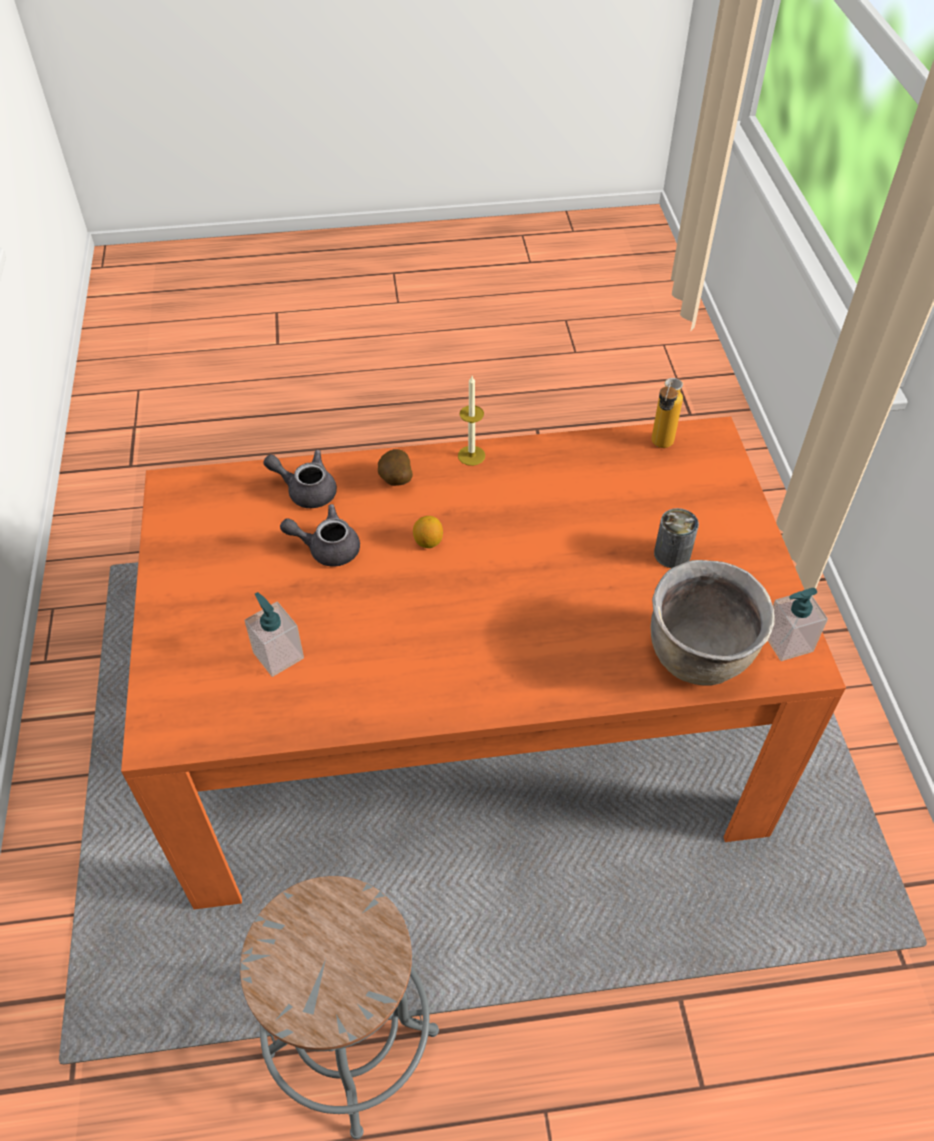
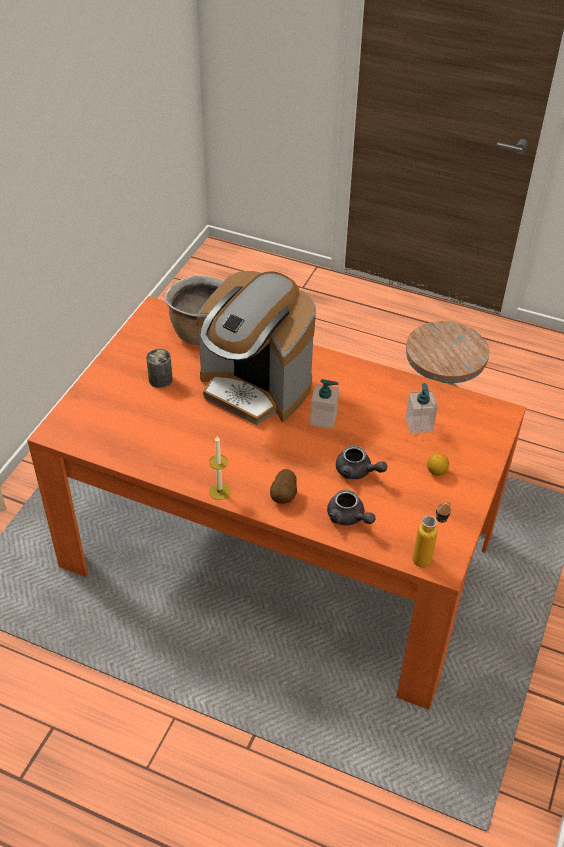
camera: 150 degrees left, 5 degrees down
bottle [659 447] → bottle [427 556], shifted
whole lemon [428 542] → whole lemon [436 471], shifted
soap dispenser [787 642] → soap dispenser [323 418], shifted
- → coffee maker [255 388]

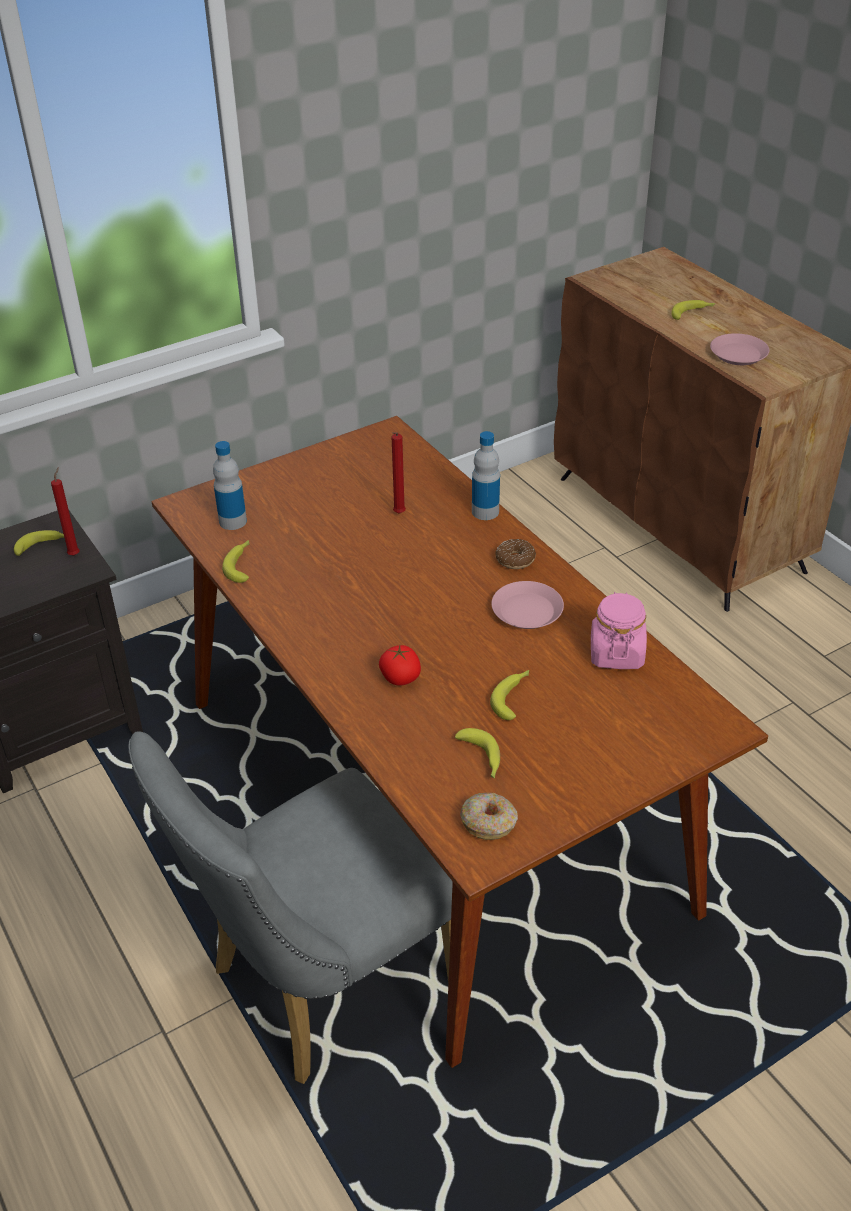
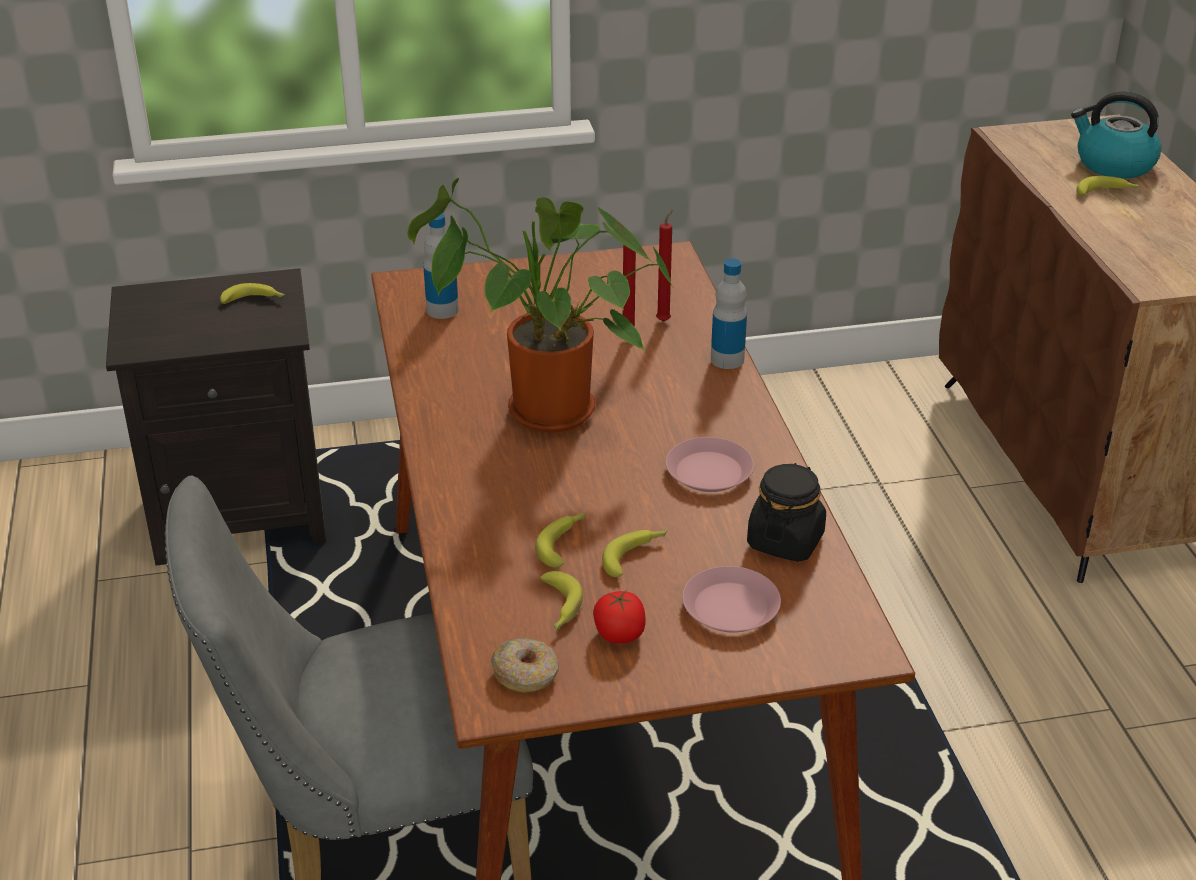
camera: 20 degrees right, 5 degrees down
plate (pinkish) [738 354] → plate (pinkish) [730 607], shifted
candle (red-coloured) [75 554] → candle (red-coloured) [664 320], shifted
ring doughnut [515 559] → -
whole banana [241 565] → whole banana [564 543], shifted
jar (pinkish) [616 653] → jar (black-coloured) [785 540]
whole tomato [400 678] → whole tomato [619 634], shifted
- → tea kettle [1113 164]
- → houseplant [542 415]

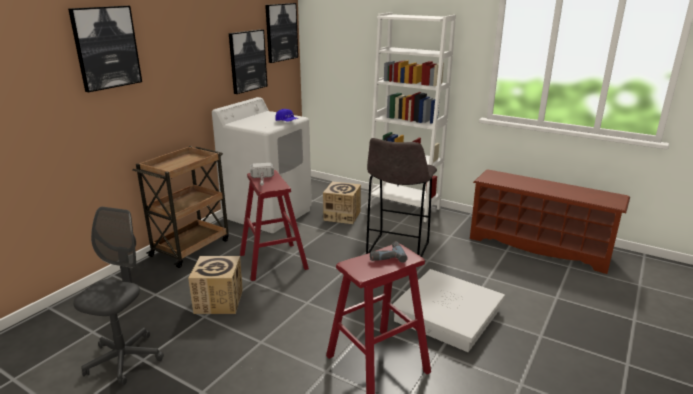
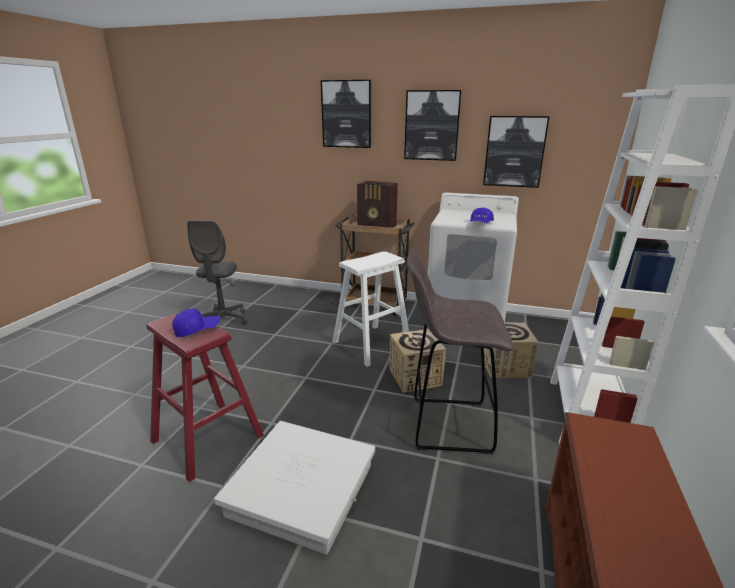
camera: 75 degrees right, 0 degrees up
wall picture [281 32] → wall picture [432 125], shifted
hammer [262 181] → -
stool (red-coloured) [273 261] → stool (whitish) [371 345]
computer chair (greyish) [124 359] → computer chair (greyish) [223 320], 90 degrees clockwise
electric drill [386 255] → peaked cap (blue) [197 330]
packing box [219 301] → packing box [415 377], shifted
- → radio receiver [377 226]

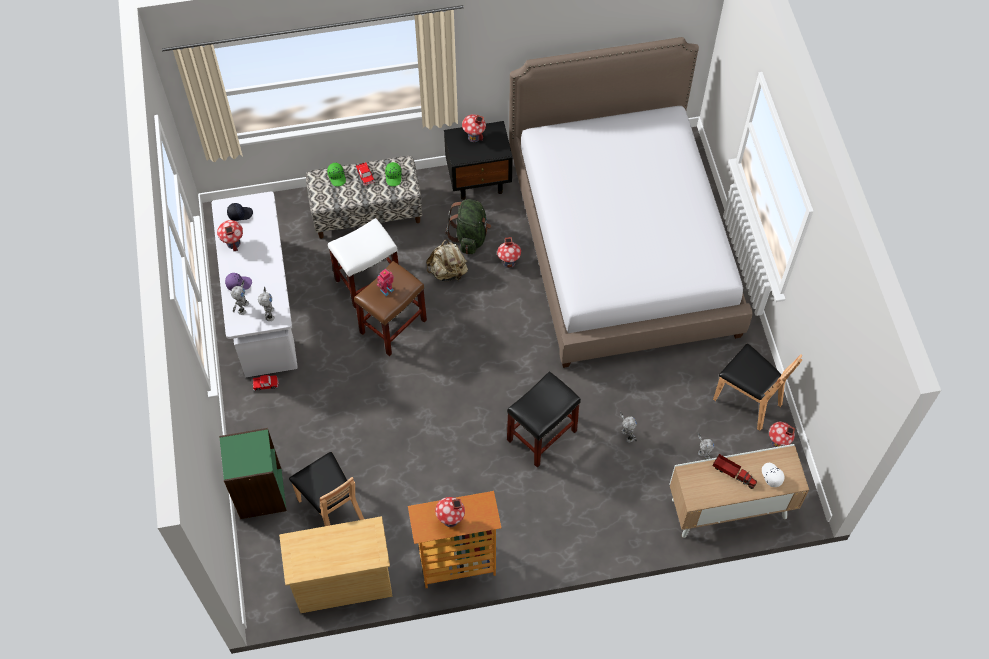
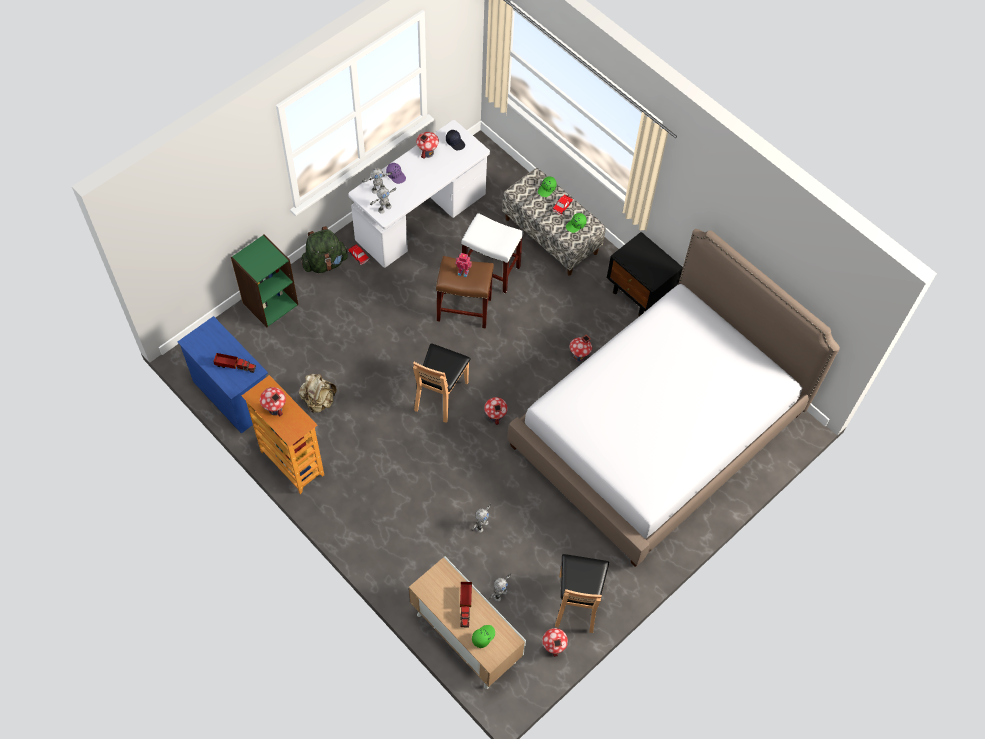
camera: 55 degrees right, 0 degrees up
model house [474 137] → model house [495 417], shifted
knapsack (green) [470 236] → knapsack (green) [325 263], shifted
knapsack (beige-coloured) [448 272] → knapsack (beige-coloured) [318 401], shifted
stool (black-coloured) [542 434] → -
chair (brown) [332 509] → chair (brown) [440 395], shifted
peaked cap (whitish) [771 476] → peaked cap (green) [483 636]
chest of drawers (beige-coloured) [342 582] → chest of drawers (blue) [233 394]
- → toy truck [234 365]

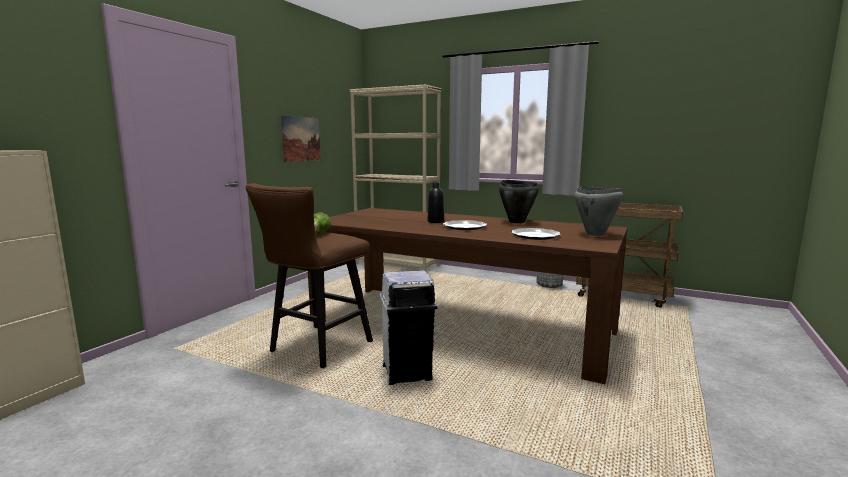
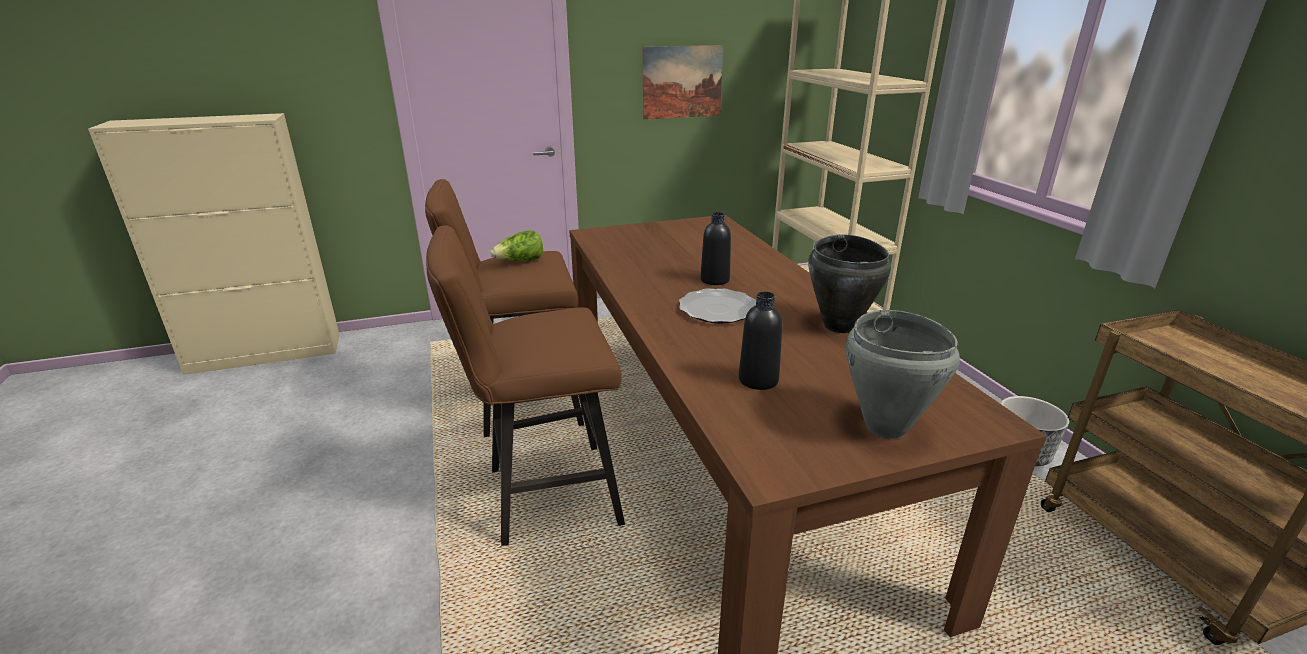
camera: 45 degrees right, 15 degrees up
plate [535 235] → bottle (black-coloured) [758 380]
waste bin (whitish) [408 372] → stool (brown) [542 496]

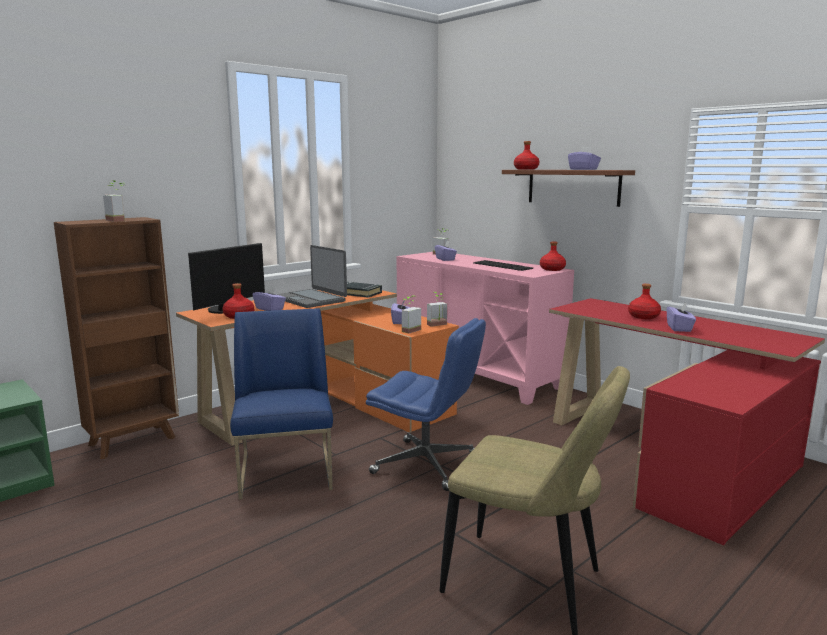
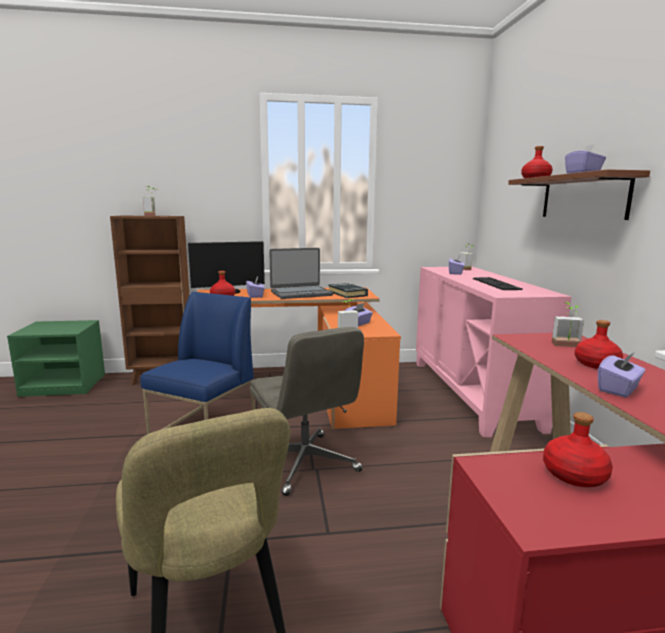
camera: 35 degrees right, 0 degrees up
bottle (red-coloured) [552 269] → bottle (red-coloured) [574 475], shifted
laptop [311 299] → laptop [301 293], 105 degrees counterclockwise
houseplant [438 325] → houseplant [567 346], shifted
computer chair (blue) [427 464] → computer chair (greyish) [306 463]

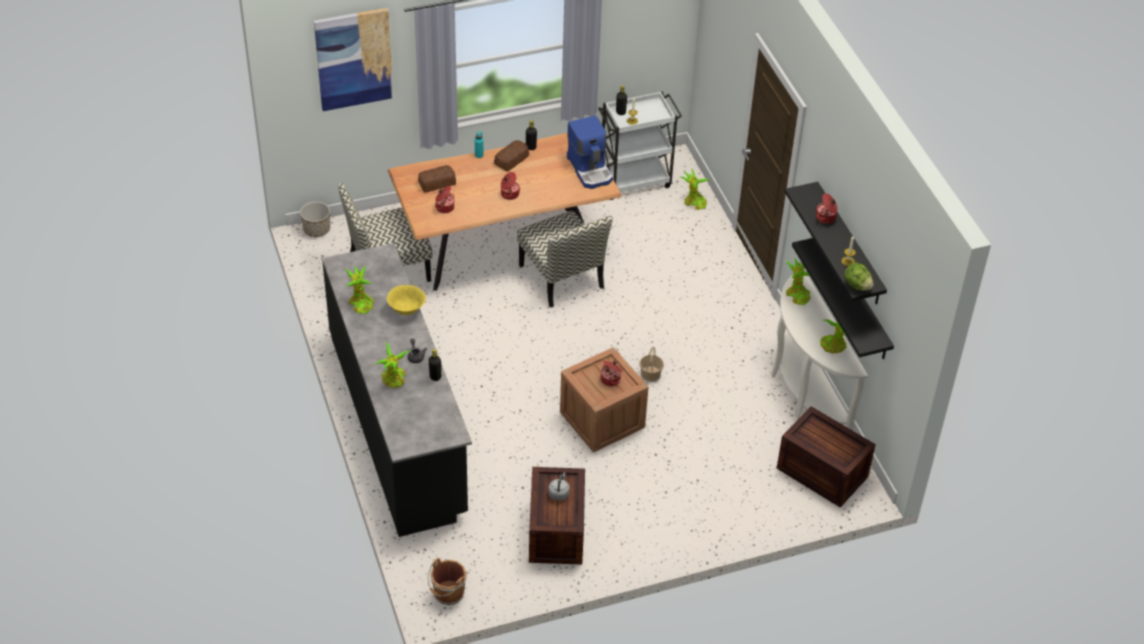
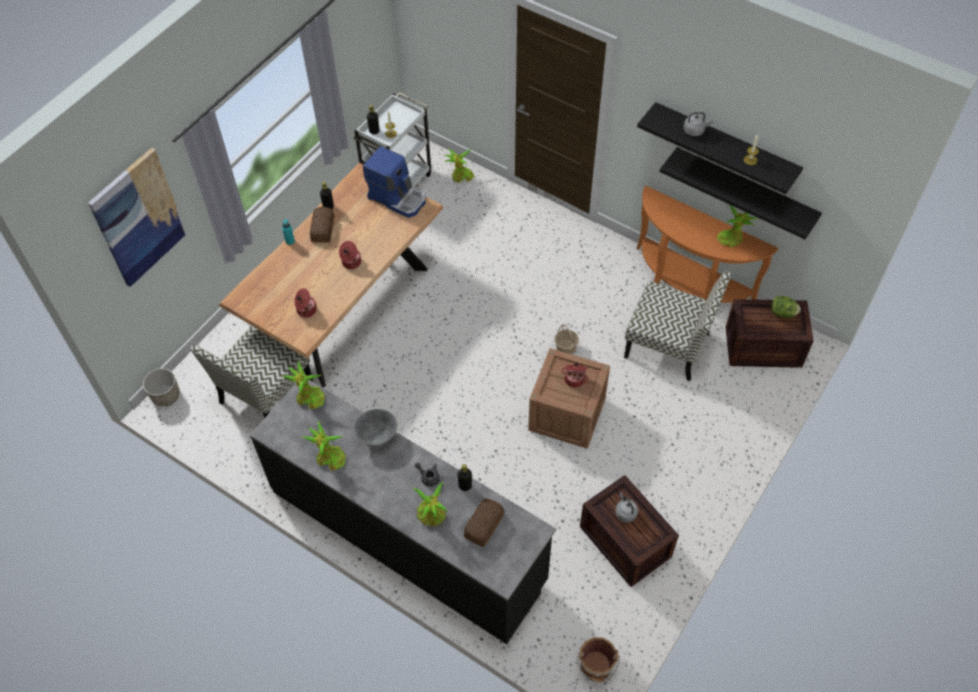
camera: 35 degrees left, 10 degrees up
baked bread [436 183] → baked bread [483 525], shifted
saucepot [826 217] → tea kettle (greyish) [695 131]
chair [562 277] → chair [668 345], shifted
houseplant [796 295] → houseplant [309 398], shifted
lettuce [857 285] → lettuce [783 313], shifted
narrow table (whitish) [804 391] → narrow table (orange) [687 286]
serving bowl (yellowish) [406 310] → serving bowl (greyish) [377 436]

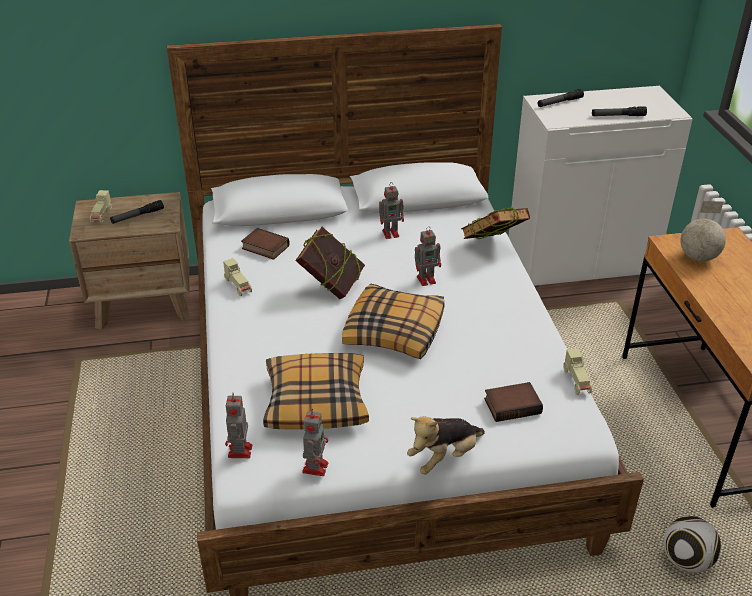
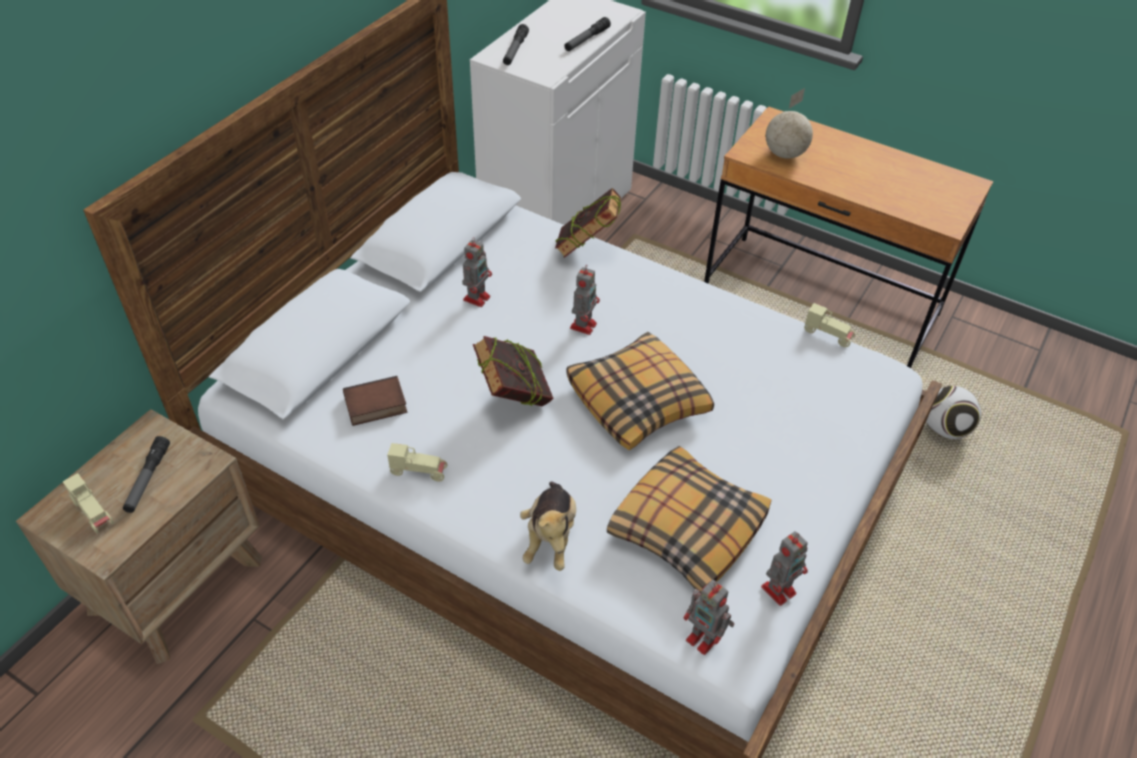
camera: 50 degrees left, 10 degrees up
bound book [512 405] → -
model robot [315 466] → model robot [780 589], 90 degrees clockwise
cuddly toy [444 457] → cuddly toy [550 537], shifted

